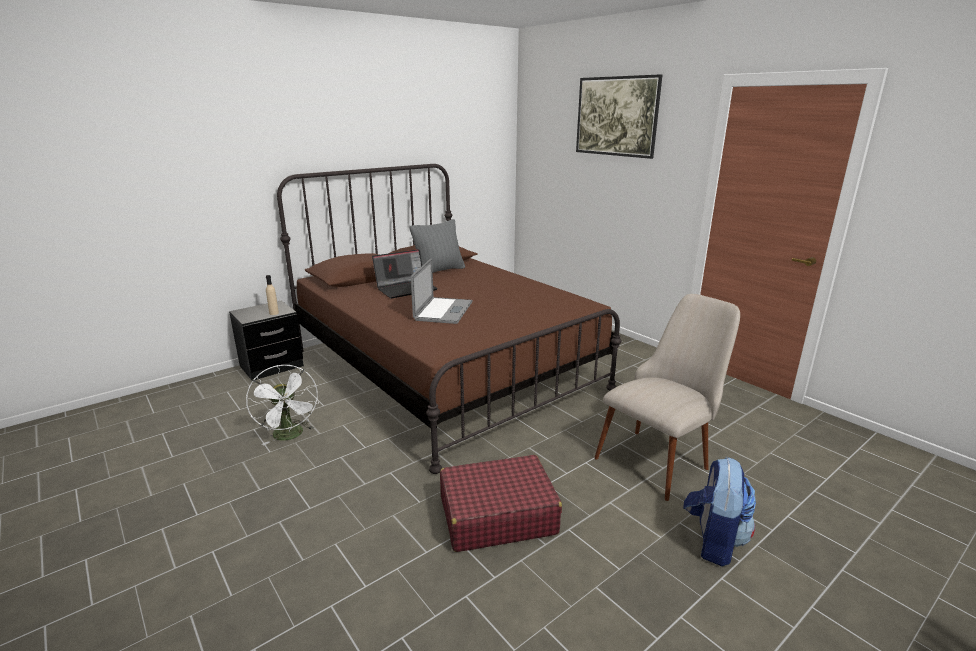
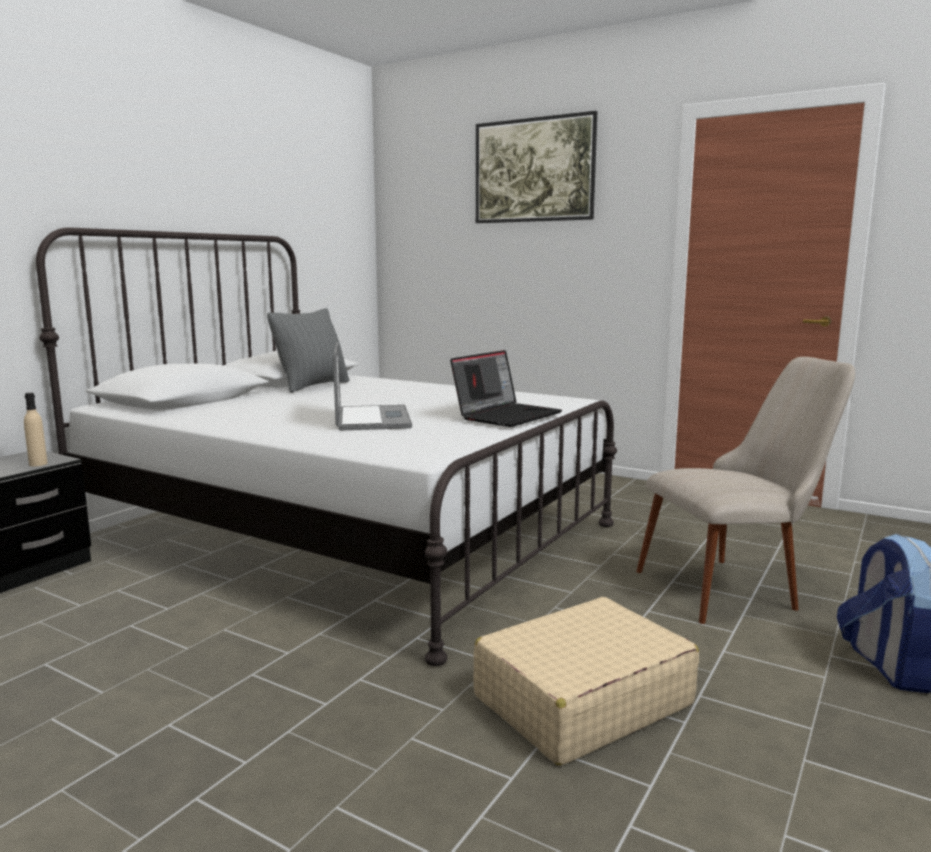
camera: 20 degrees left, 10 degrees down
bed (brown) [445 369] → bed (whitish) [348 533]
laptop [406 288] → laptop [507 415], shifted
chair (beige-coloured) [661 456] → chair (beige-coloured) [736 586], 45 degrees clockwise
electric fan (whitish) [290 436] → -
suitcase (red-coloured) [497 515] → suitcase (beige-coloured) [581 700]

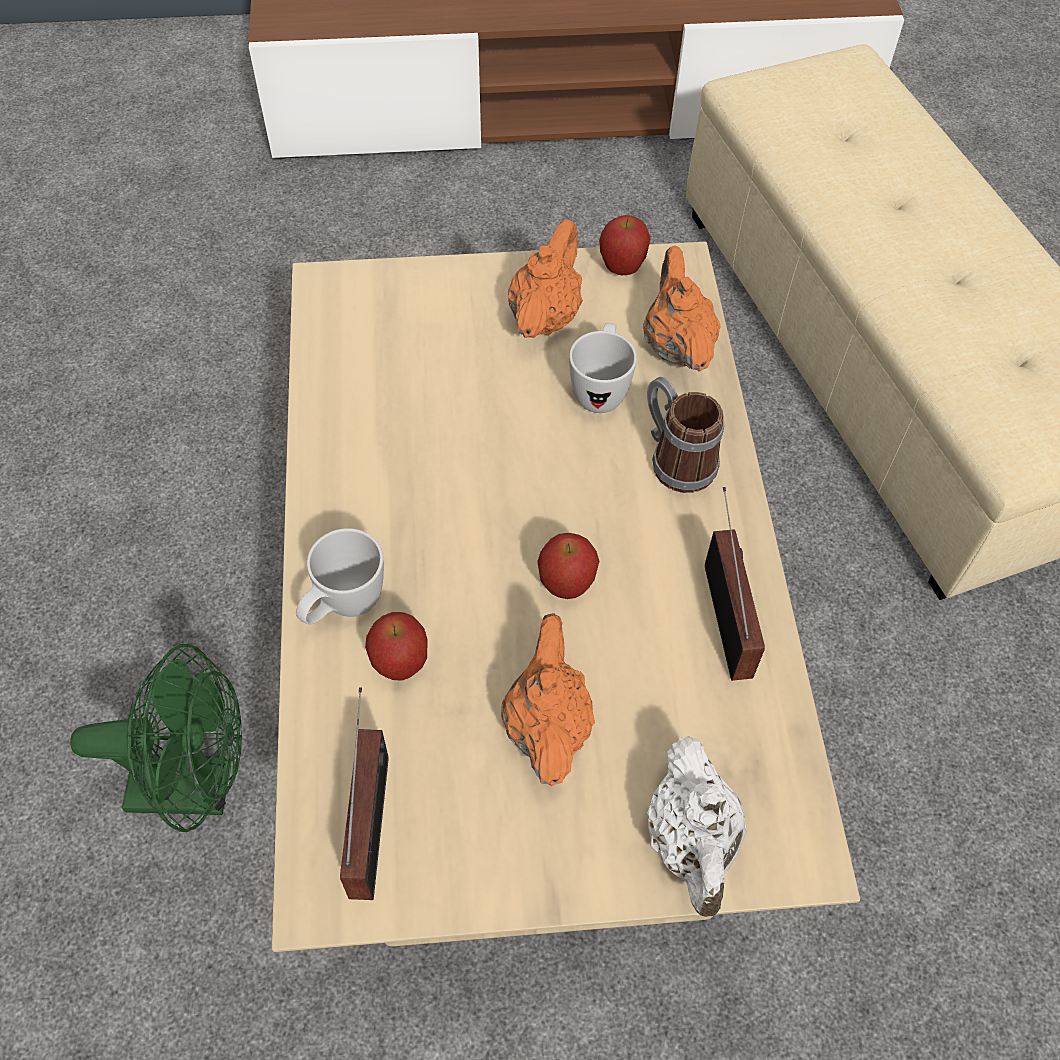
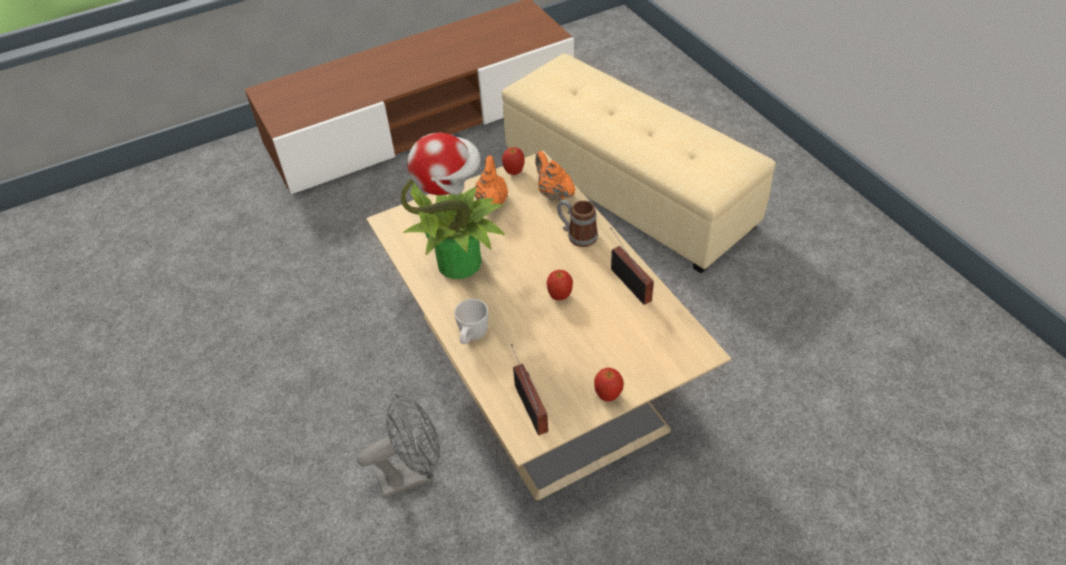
camera: 20 degrees left, 10 degrees down
coffee mug (whitish) [600 389] → -
apple [400 665] → apple [608 395], shifted
teapot (orange) [546 724] → -
electric fan (green) [197 786] → electric fan (greyish) [412 474]
teapot (whitish) [691 843] → -
- → houseplant [461 262]

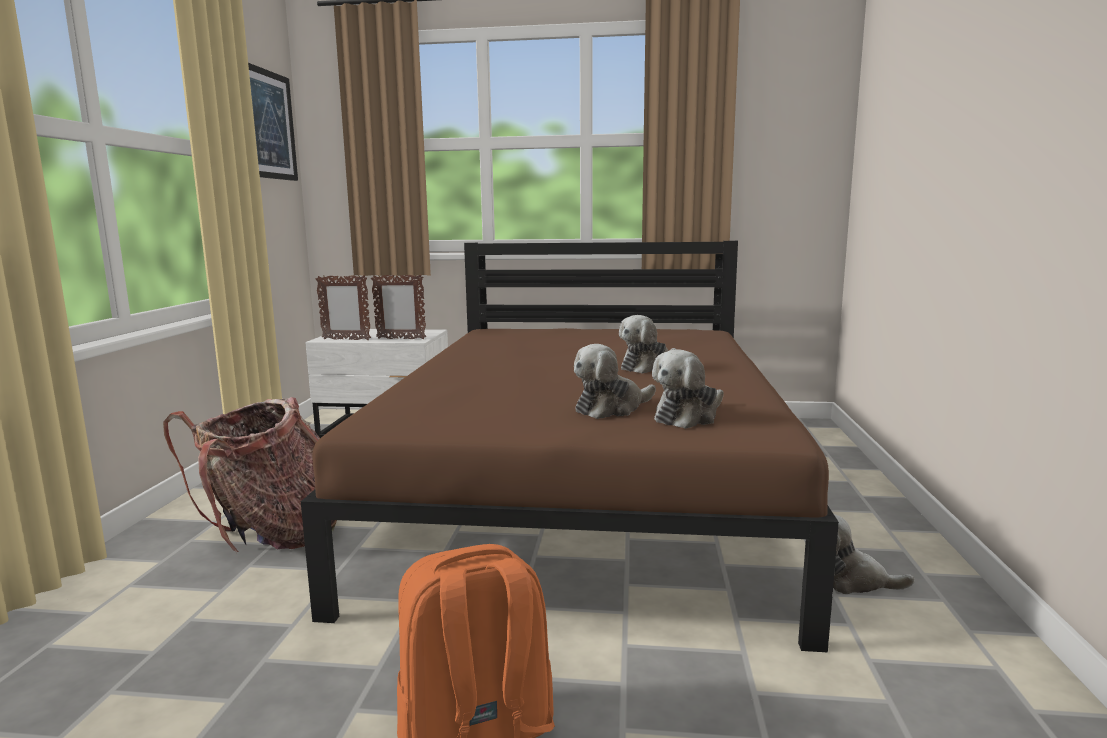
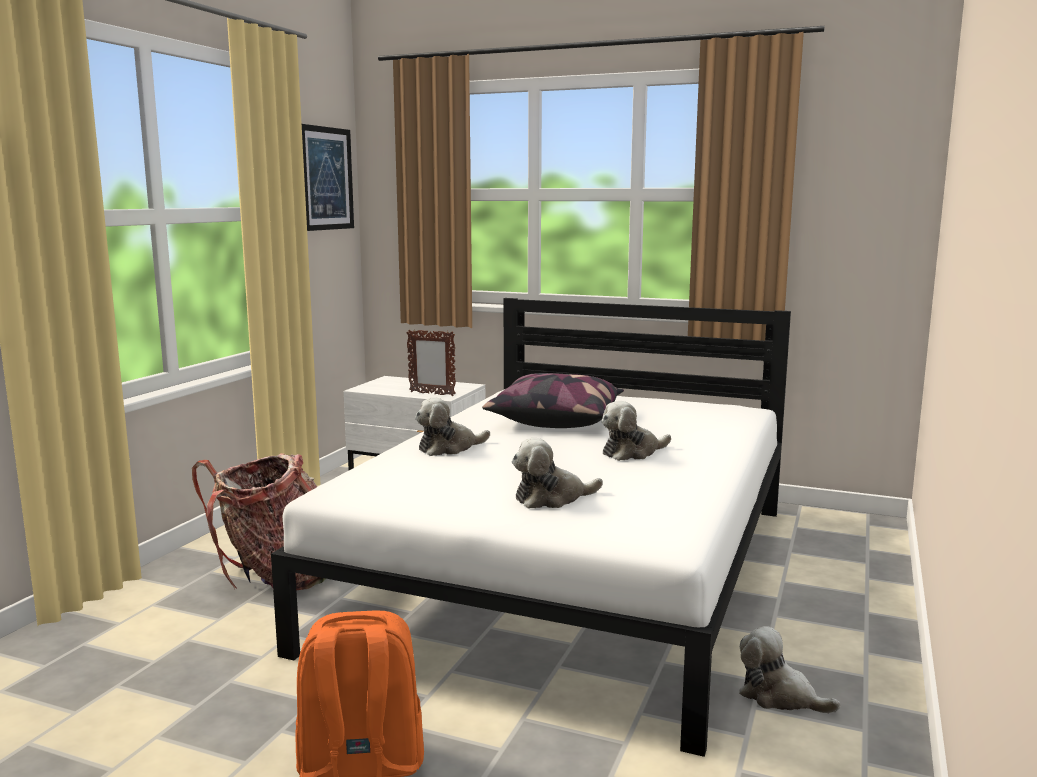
camera: 15 degrees right, 0 degrees up
bed (brown) [585 493] → bed (whitish) [573 572]
standing frame [346 339] → -
cuddly toy [688 416] → cuddly toy [449 448], shifted
- → throw pillow [556 420]

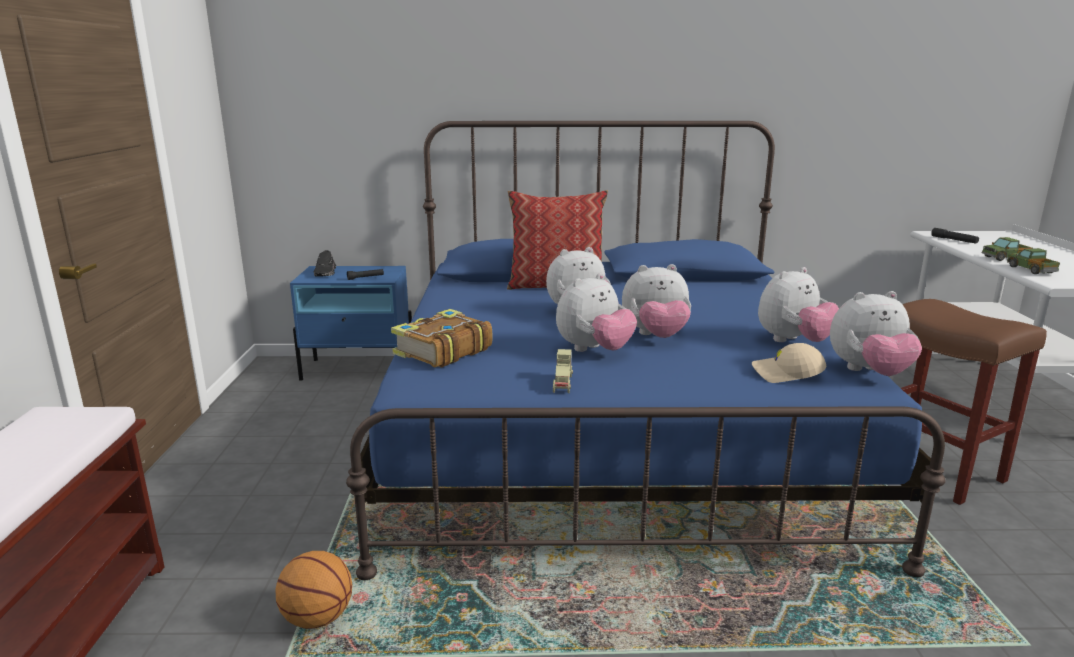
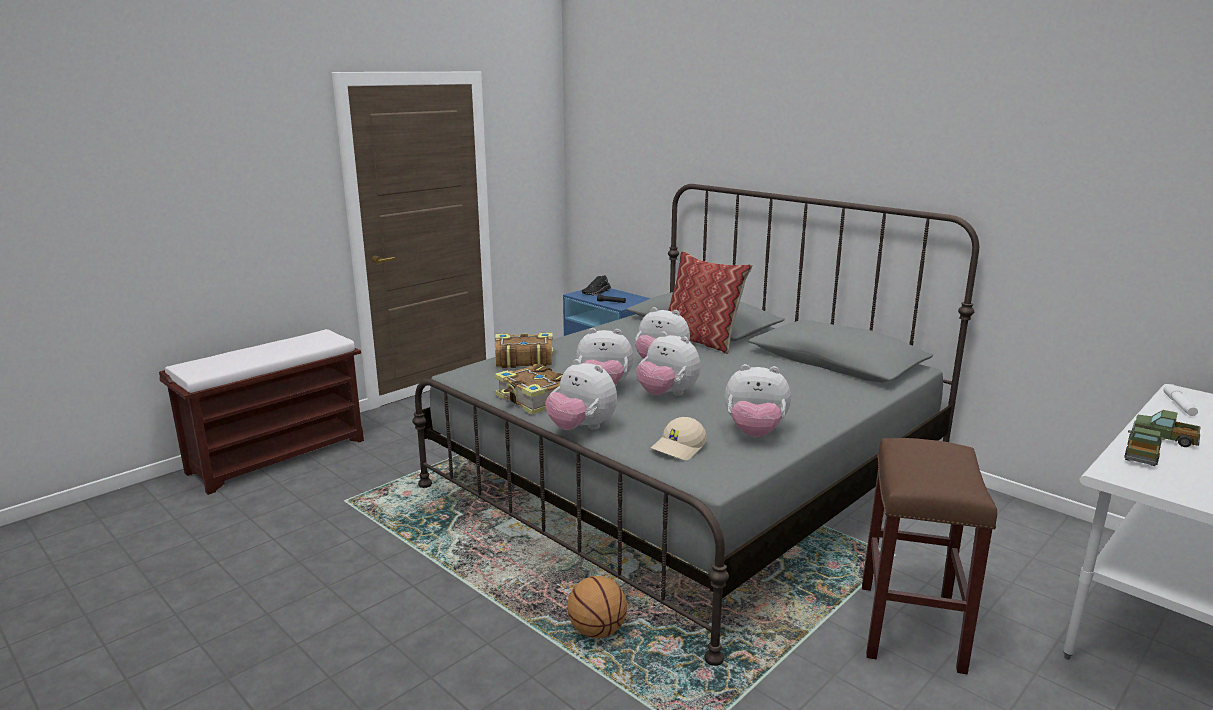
camera: 45 degrees right, 0 degrees up
bed (blue) [610 437] → bed (greyish) [685 481]
flashlight (black-coloured) [954 240] → flashlight (whitish) [1179 405]
cuddly toy [869 372] → cuddly toy [581 428], shifted
peaked cap (beige-coloured) [786 374] → peaked cap (beige-coloured) [679 448], 105 degrees counterclockwise
toy car (beige-coloured) [563 384] → bound book [534 399]
ball for basketball [318 618] → ball for basketball [597 631], shifted

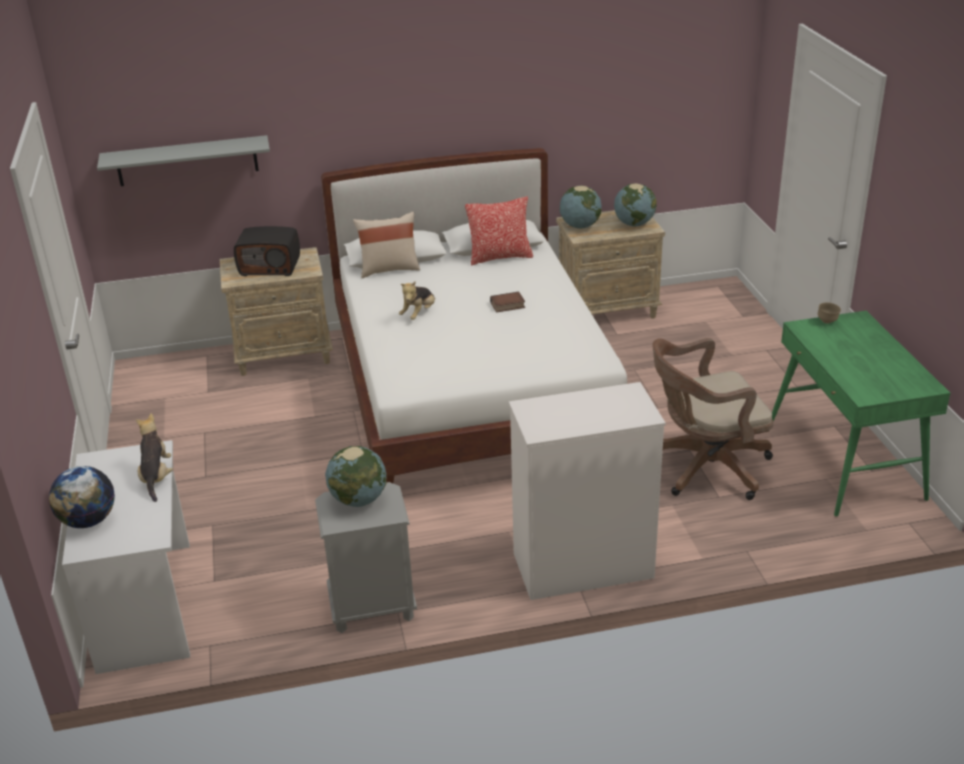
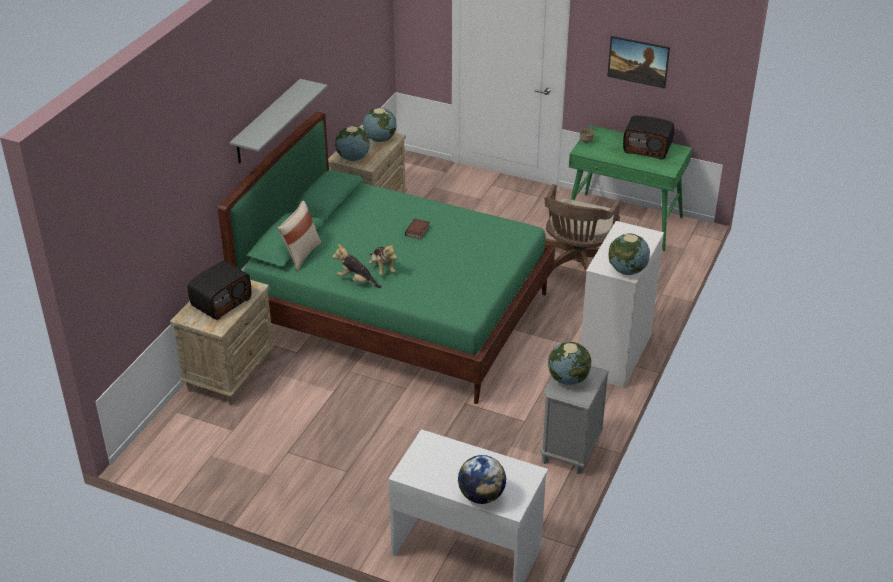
camera: 55 degrees left, 5 degrees up
shelf (greyish) [187 161] → shelf (greyish) [267 122], shifted
bed (whitish) [474 394] → bed (green) [396 312]
throw pillow [500 257] → -
cuddly toy [156 477] → cuddly toy [357 281], shifted
- → wall picture [637 71]
- → radio receiver [647 148]
- → desk globe [627 270]

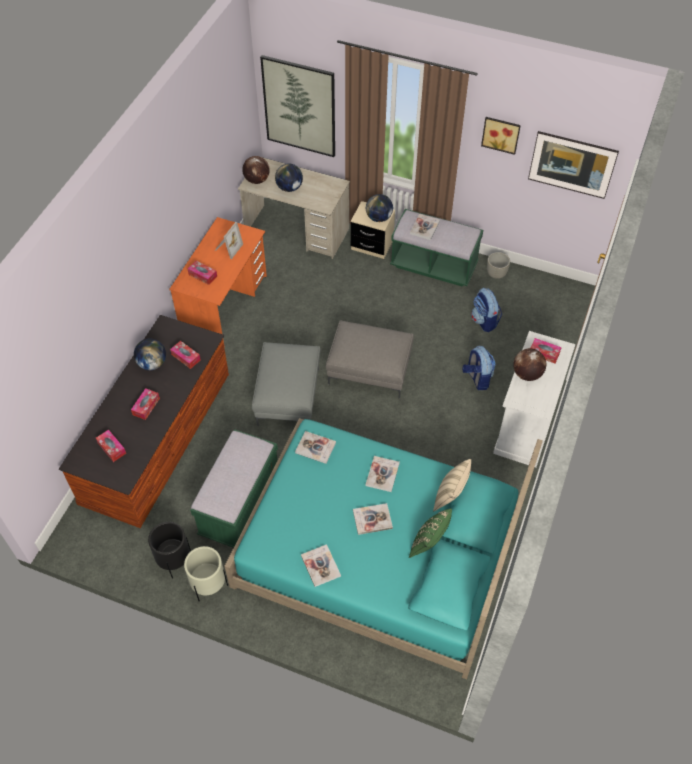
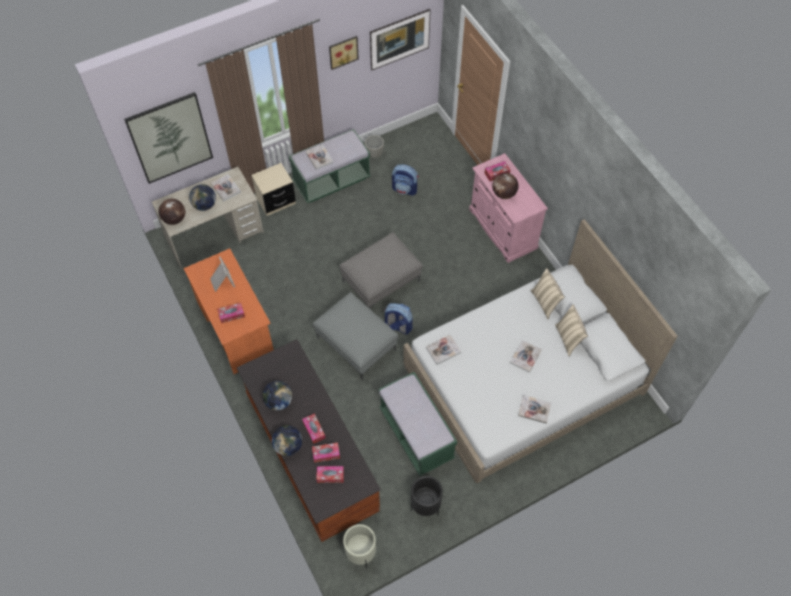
camera: 50 degrees left, 5 degrees up
desk globe [379 218] → desk globe [288 446], shifted
storage cabinet (whitish) [526 423] → storage cabinet (pinkish) [502 229]
tissue holder [186 357] → tissue holder [326 454], shifted
knapsack [477 378] → knapsack [397 327], shifted
bed (turquoise) [377 554] → bed (whitish) [523 380]
bound book [382 474] → bound book [226 188], shifted
throw pillow (green) [429 543] → throw pillow (beige-coloured) [568 338]
plant pot (beige-coloured) [209 585] → plant pot (beige-coloured) [360 553], shifted

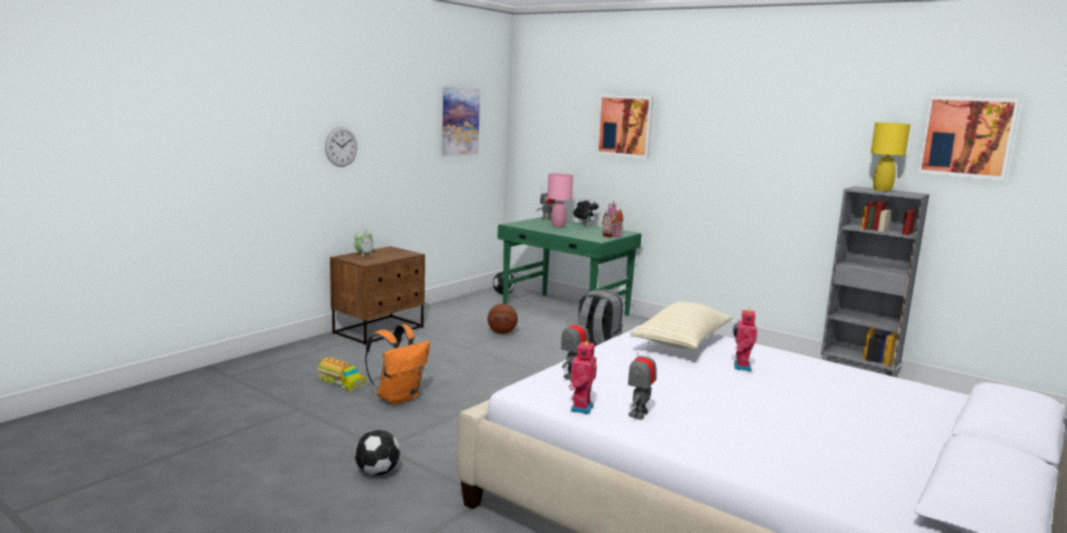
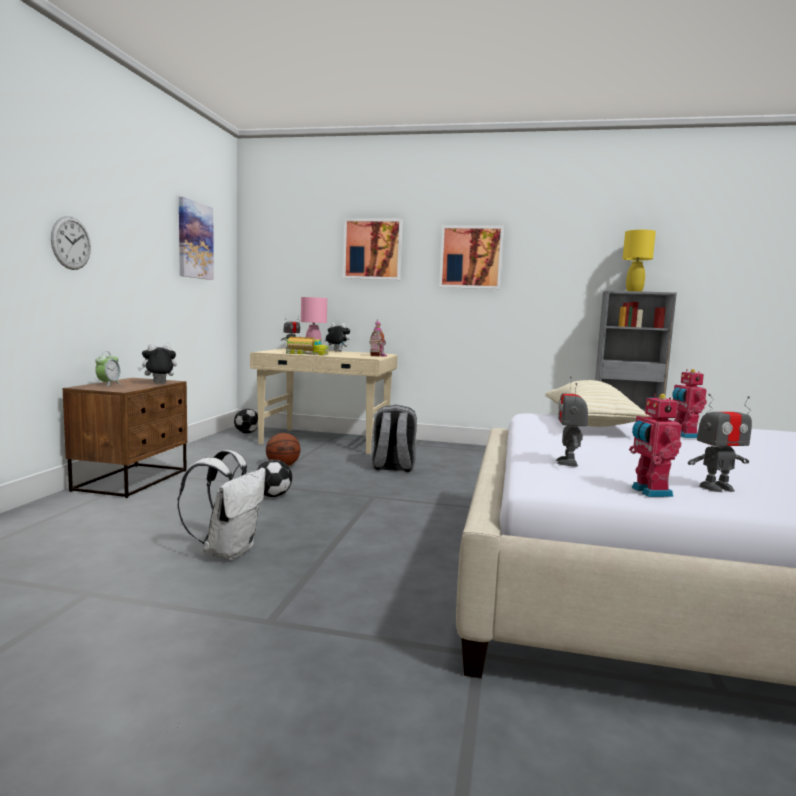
camera: 25 degrees left, 5 degrees down
wall picture [967 137] → wall picture [471 257], shifted
desk (green) [565 311] → desk (beige-coloured) [326 441]
knapsack (orange) [398 398] → knapsack (whitish) [228 551]
model robot [639 414] → model robot [716 488], 105 degrees counterclockwise
toy truck [340 382] → toy truck [306 354], shifted
ball for football [377 472] → ball for football [273 495], shifted
- → cuddly toy [159 383]

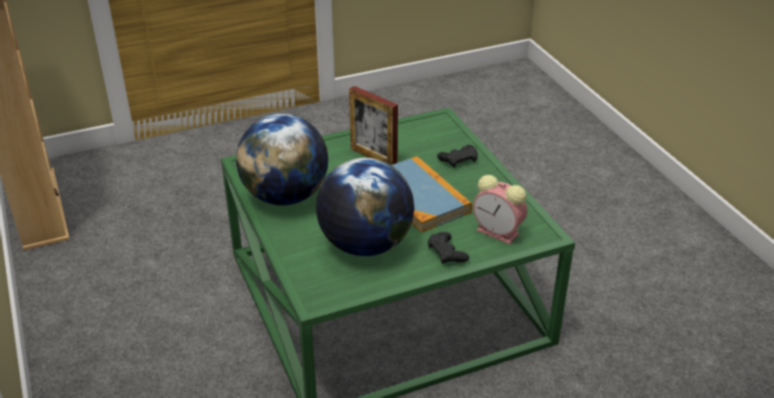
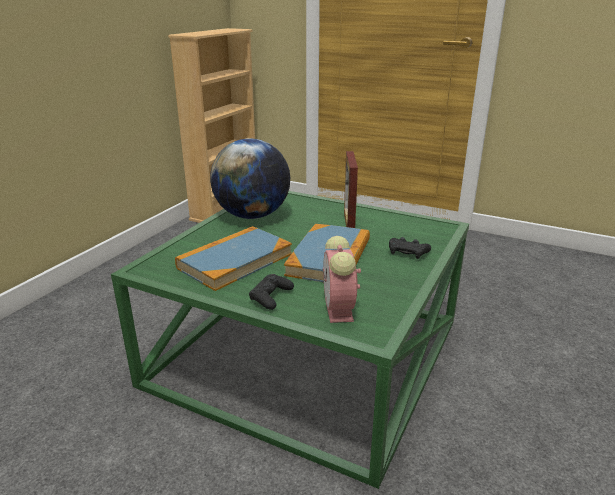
camera: 50 degrees right, 10 degrees down
desk globe [365 245] → bound book [235 261]

